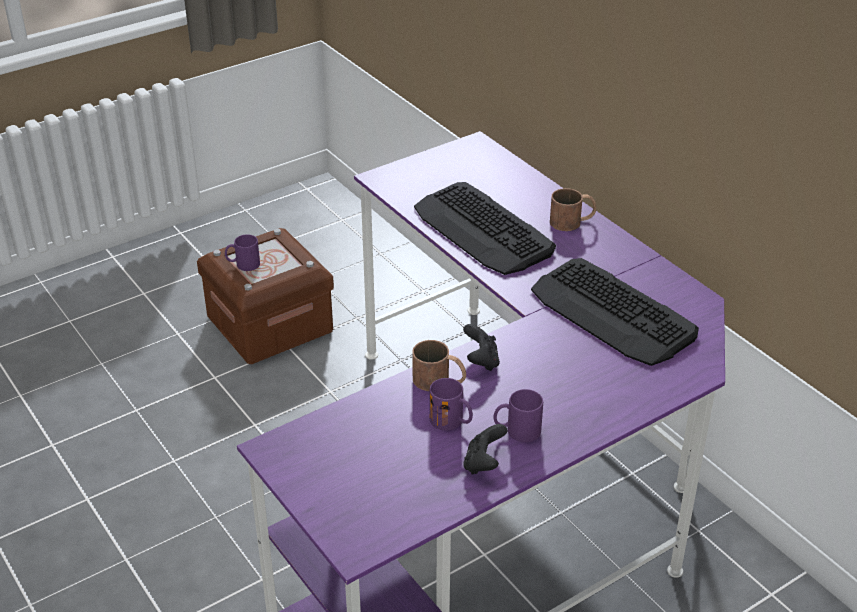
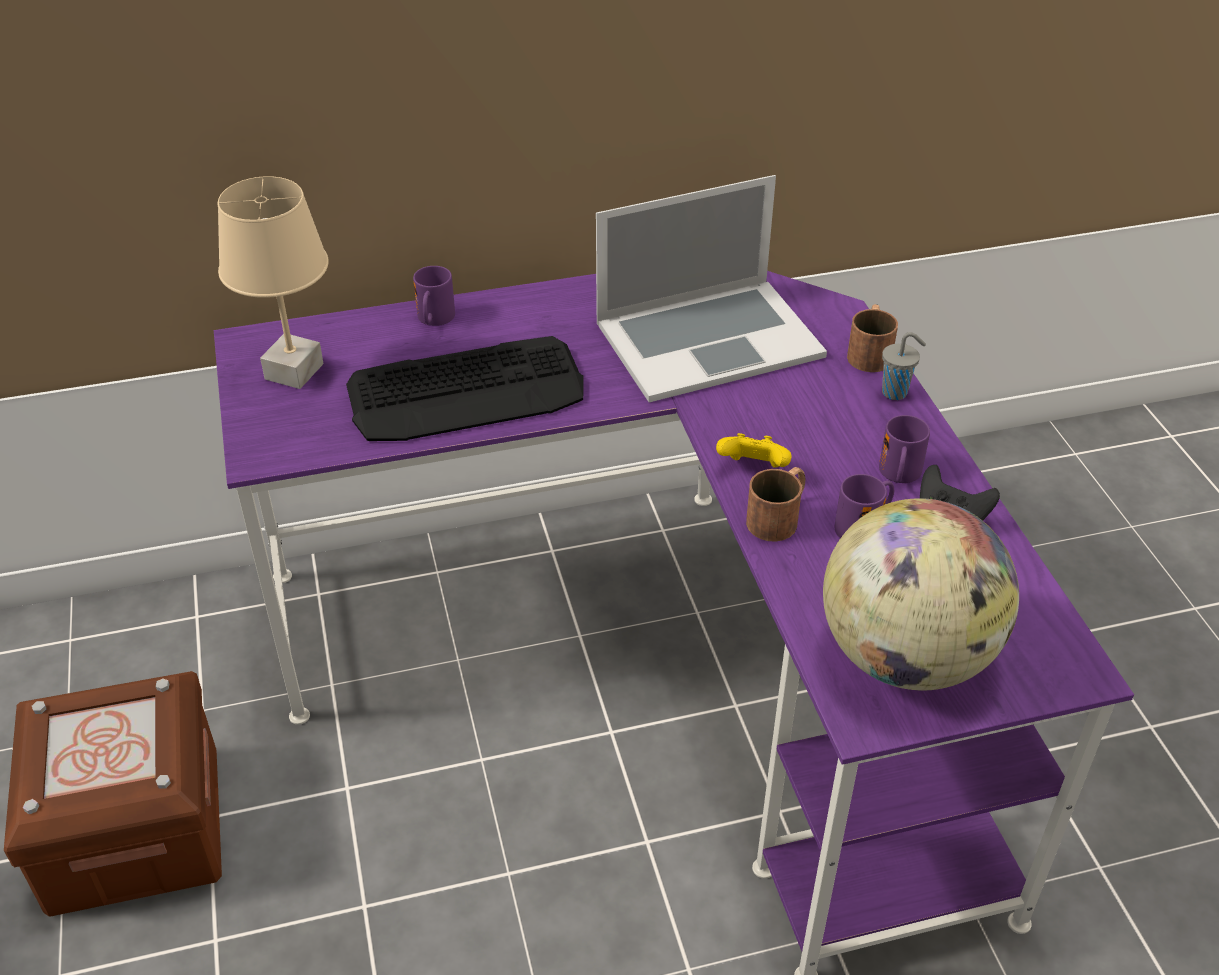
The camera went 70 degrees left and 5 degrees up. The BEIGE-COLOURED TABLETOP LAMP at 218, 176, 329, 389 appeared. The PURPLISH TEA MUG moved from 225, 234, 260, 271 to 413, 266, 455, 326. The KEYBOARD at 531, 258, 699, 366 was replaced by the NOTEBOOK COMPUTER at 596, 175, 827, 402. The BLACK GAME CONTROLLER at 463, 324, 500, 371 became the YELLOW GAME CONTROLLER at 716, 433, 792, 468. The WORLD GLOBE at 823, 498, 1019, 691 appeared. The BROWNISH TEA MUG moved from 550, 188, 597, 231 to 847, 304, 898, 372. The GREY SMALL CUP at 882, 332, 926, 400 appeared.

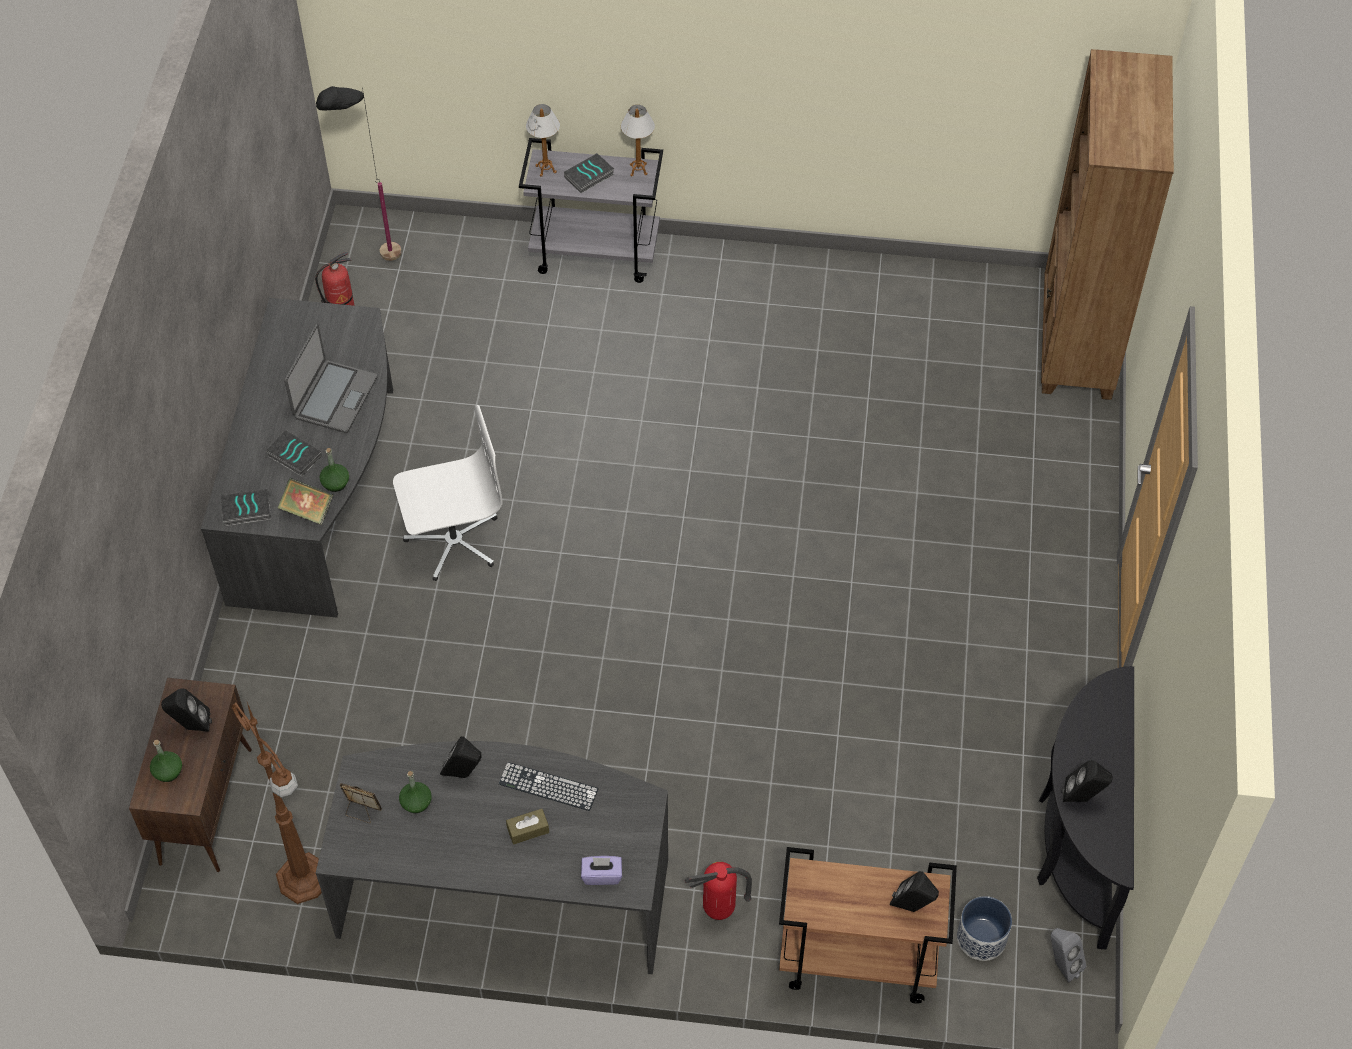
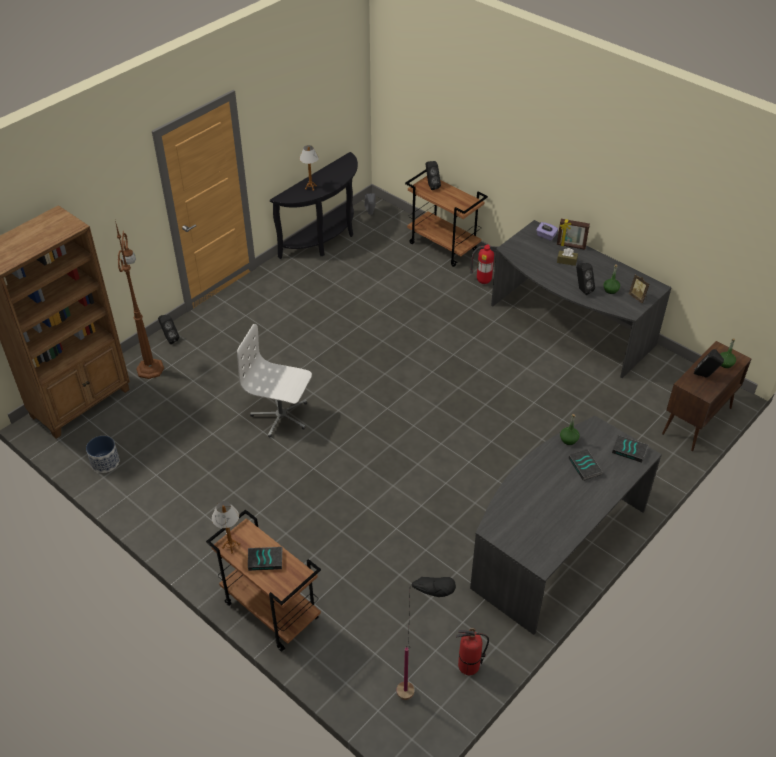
The camera went 145 degrees left and 10 degrees down. The PLANT POT moved from 957, 896, 1012, 961 to 86, 436, 119, 473. The BROWNISH FLOOR LAMP moved from 232, 702, 322, 904 to 115, 221, 164, 379. The BLACK AUDIO SPEAKER moved from 1062, 760, 1112, 802 to 158, 314, 179, 344. The GREY CART at 519, 138, 663, 283 became the BROWNISH CART at 206, 509, 321, 651. The WHITE DESK CHAIR moved from 393, 405, 503, 581 to 237, 324, 312, 438. The TABLETOP LAMP moved from 526, 104, 560, 177 to 299, 145, 319, 191. The PICTURE FRAME at 557, 219, 590, 250 appeared. The BOUND BOOK at 278, 478, 333, 525 disappeared. The NOTEBOOK COMPUTER at 284, 324, 377, 433 disappeared. The KEYBOARD at 499, 762, 598, 811 disappeared.

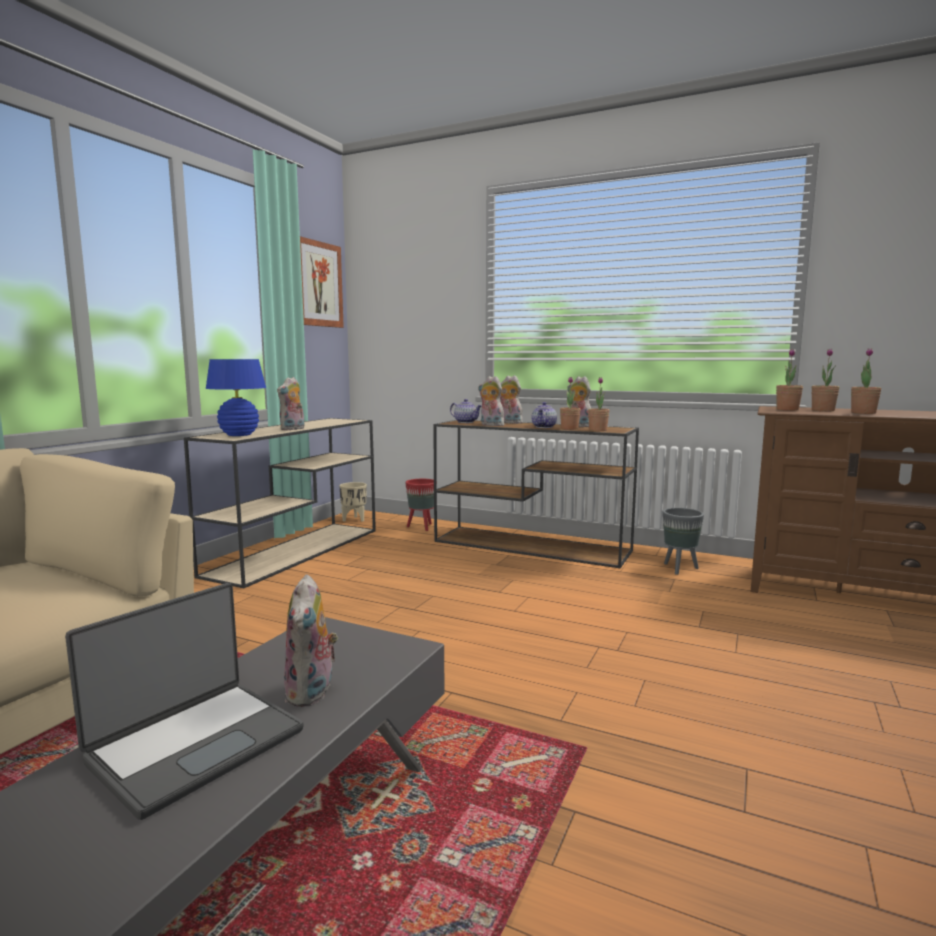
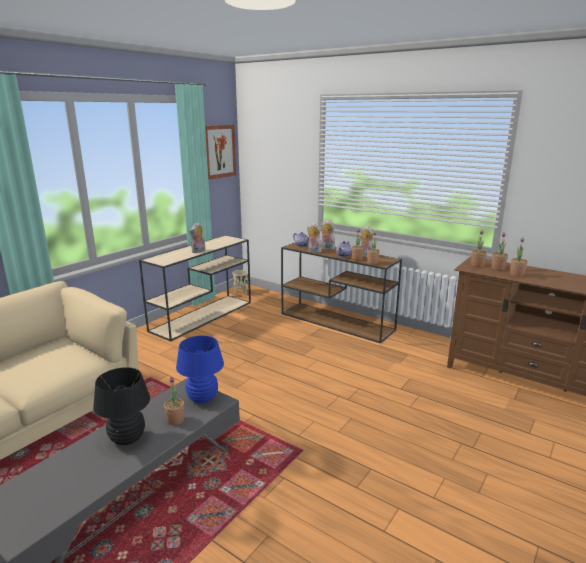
The camera went 10 degrees right and 10 degrees up. The NOTEBOOK COMPUTER at 65, 583, 304, 820 was replaced by the BLACK TABLETOP LAMP at 93, 367, 150, 445. The PLUSH TOY at 284, 574, 338, 707 was replaced by the PLANT IN A POT at 164, 377, 184, 425. The BLUE-COLOURED TABLETOP LAMP moved from 205, 359, 266, 436 to 176, 336, 224, 403. The RED PLANT POT at 405, 479, 434, 531 disappeared. The GREY PLANT POT at 663, 508, 704, 575 disappeared.

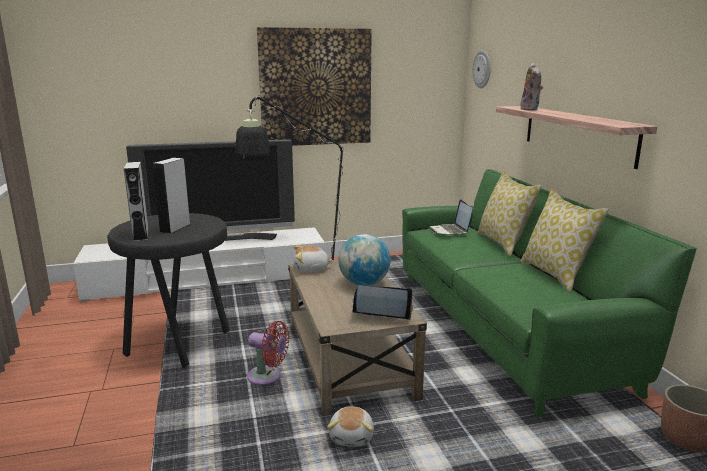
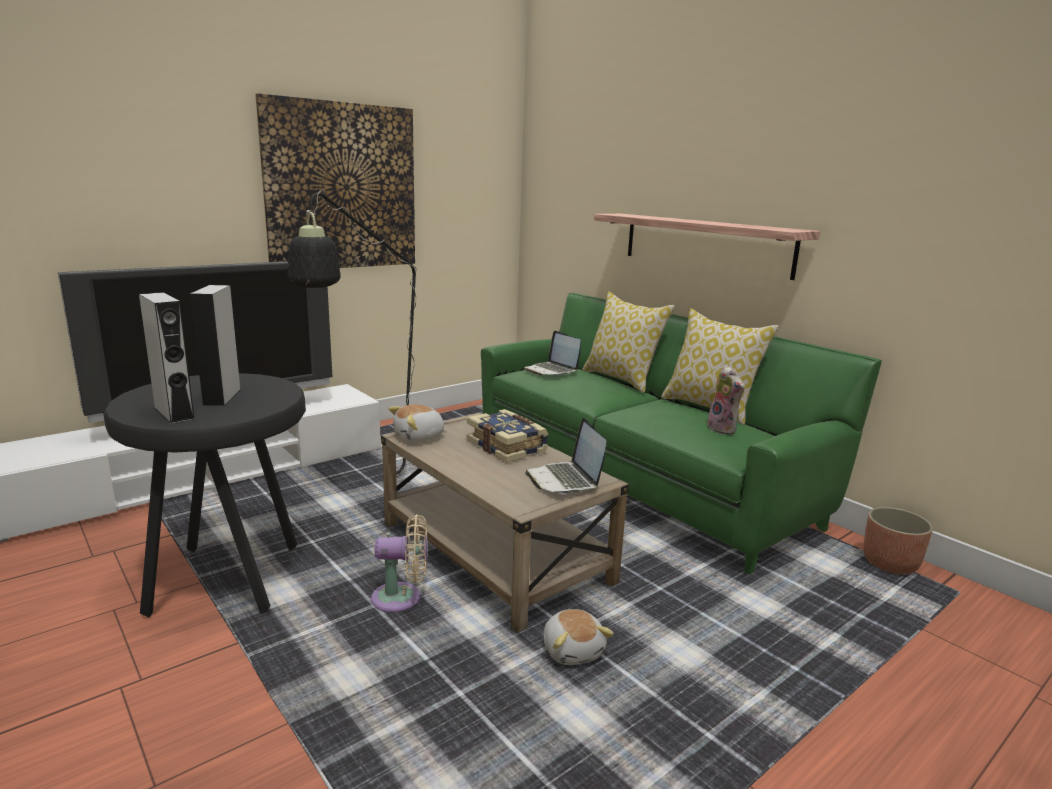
The camera went 25 degrees left and 0 degrees up. The RED COOLING FAN at 247, 321, 290, 385 became the BEIGE-COLOURED COOLING FAN at 371, 514, 427, 612. The WORLD GLOBE at 339, 234, 390, 286 was replaced by the BOUND BOOK at 467, 409, 548, 463. The NOTEBOOK COMPUTER at 352, 285, 413, 320 turned 90 degrees counterclockwise. The PLUSH TOY moved from 520, 62, 543, 111 to 707, 365, 745, 435. The CLOCK ON THE WALL at 473, 50, 491, 88 disappeared.

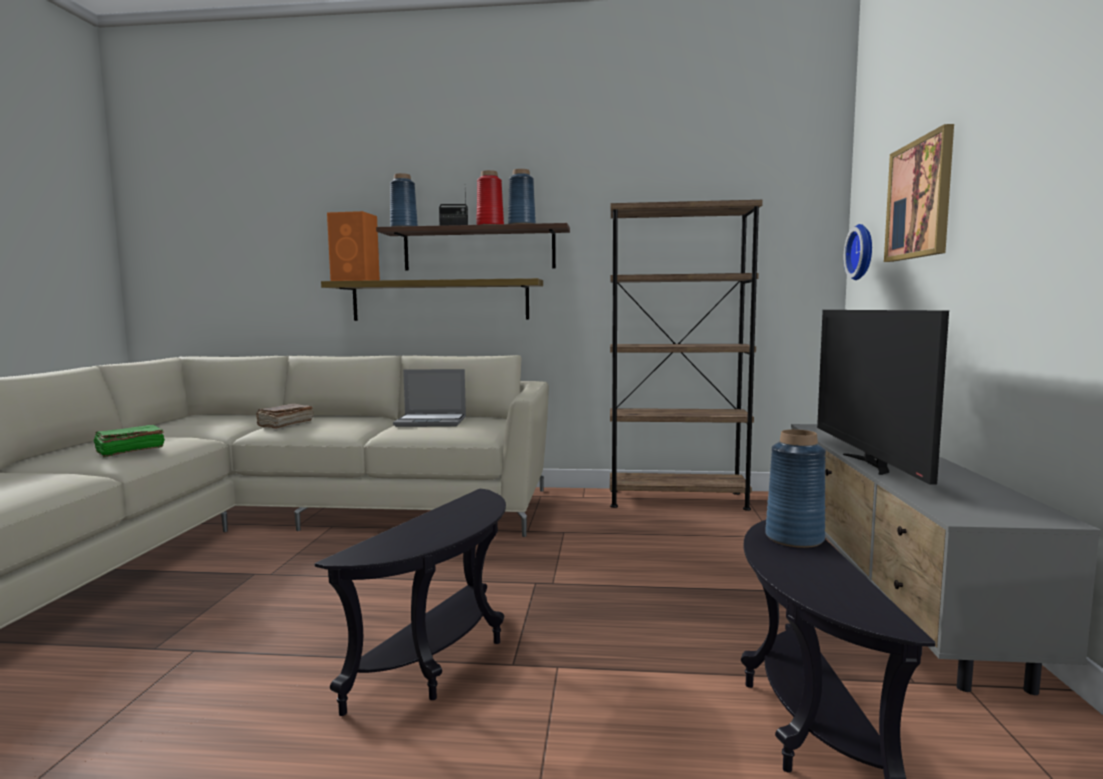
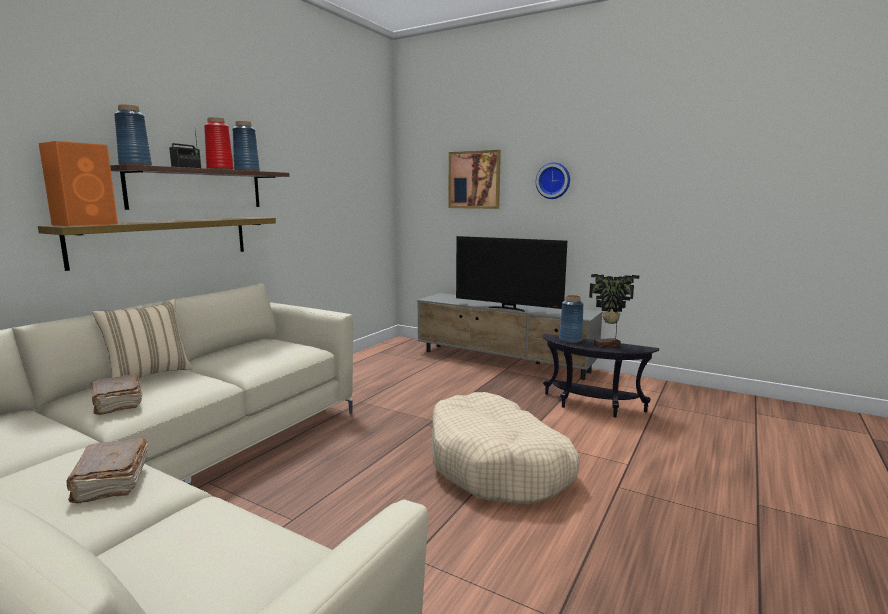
The camera went 65 degrees left and 5 degrees up. The GREENISH BOUND BOOK at 93, 425, 165, 457 became the BROWNISH BOUND BOOK at 66, 438, 148, 503. The BEIGE-COLOURED PILLOW at 92, 299, 194, 378 appeared. The BLACK SIDE TABLE at 314, 488, 506, 716 was replaced by the BEIGE-COLOURED DOG CUSHION at 431, 392, 580, 504. The CLOCK ON THE WALL moved from 844, 224, 872, 280 to 536, 162, 570, 199. The PLANT IN A POT at 589, 274, 639, 348 appeared. The NOTEBOOK COMPUTER at 393, 369, 466, 427 disappeared. The BROWNISH BOOKCASE at 610, 200, 763, 511 disappeared.

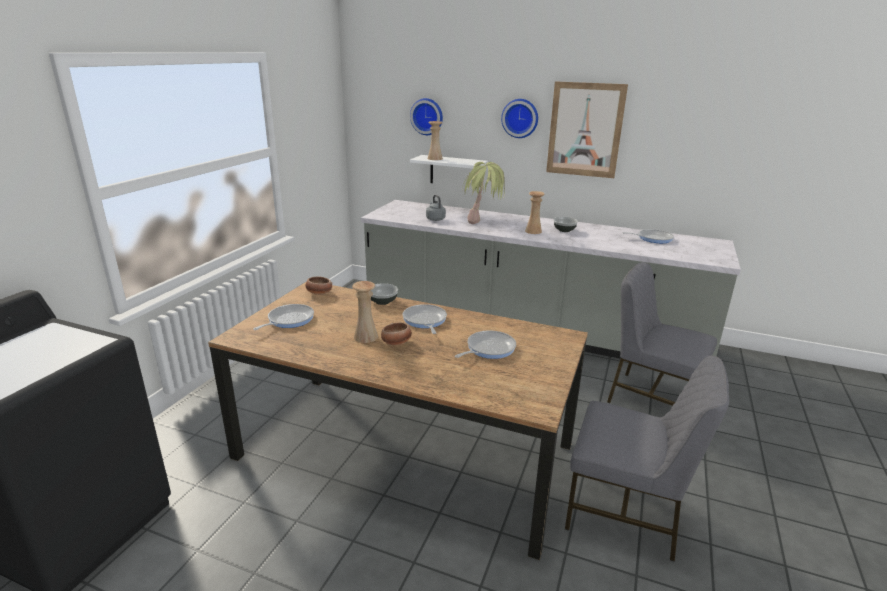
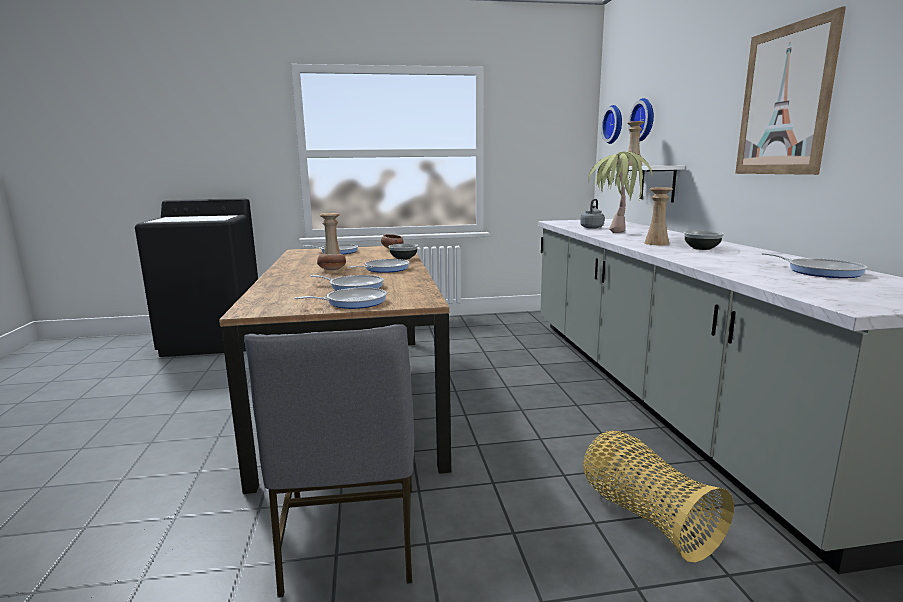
The camera went 60 degrees right and 10 degrees down. The PAN at 295, 287, 387, 309 appeared. The GREY PLAIN CHAIR at 607, 262, 717, 406 was replaced by the HOUSEHOLD BASKET at 583, 431, 734, 563. The CLOCK ON THE WALL moved from 501, 99, 538, 138 to 601, 105, 622, 144.

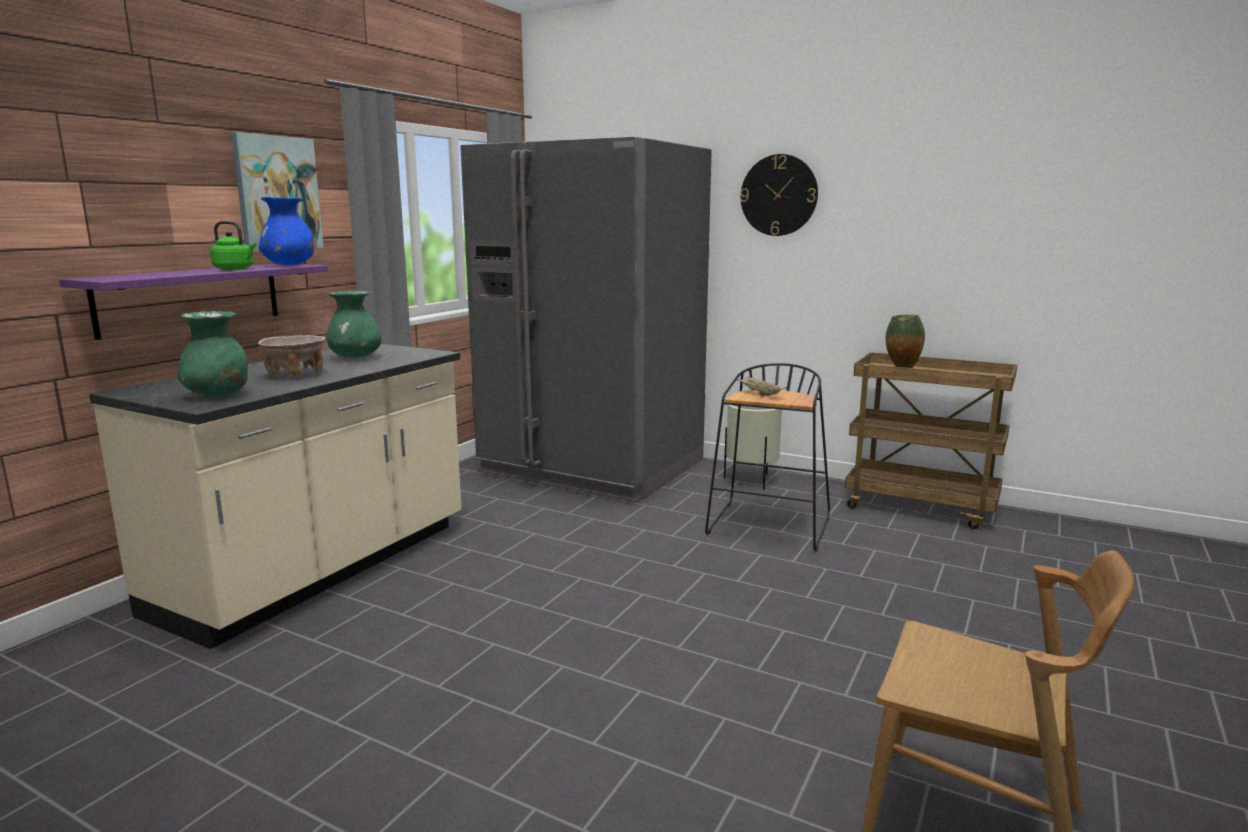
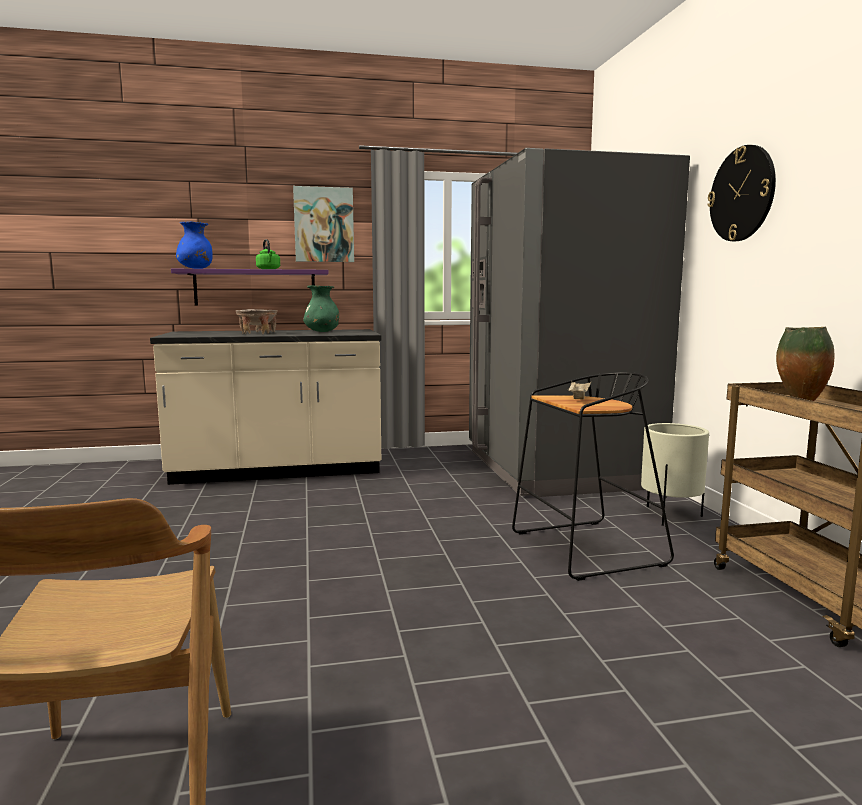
The camera went 50 degrees right and 5 degrees down. The BLUE-COLOURED VASE moved from 259, 197, 314, 265 to 176, 221, 213, 269. The GREENISH VASE at 177, 311, 248, 396 disappeared.

